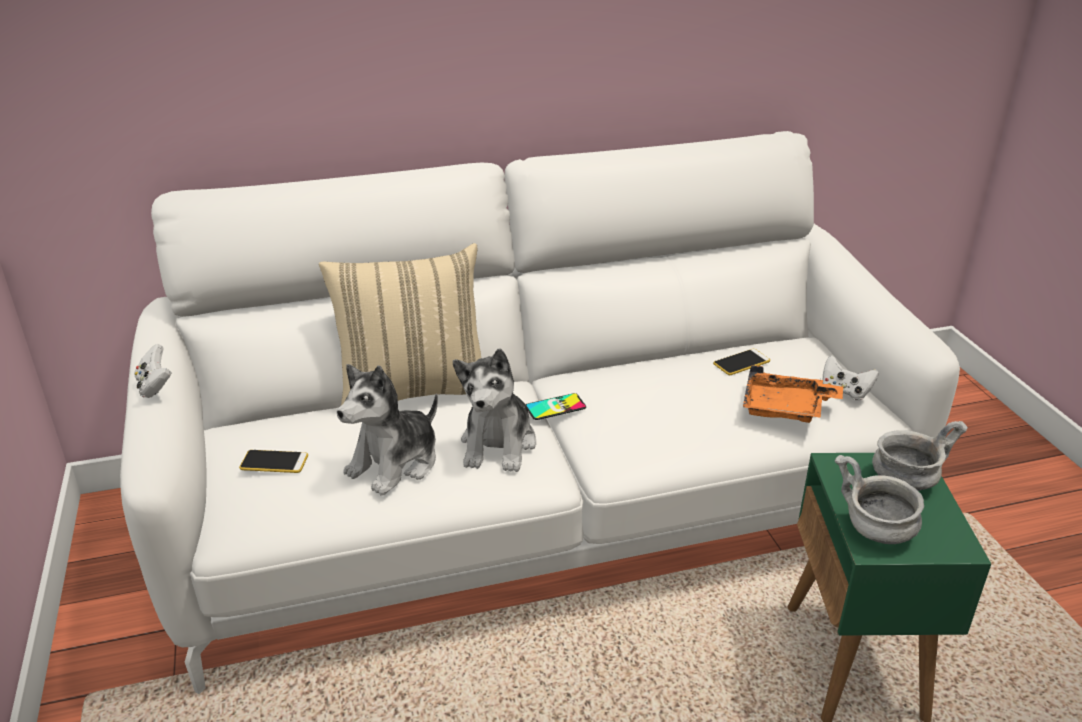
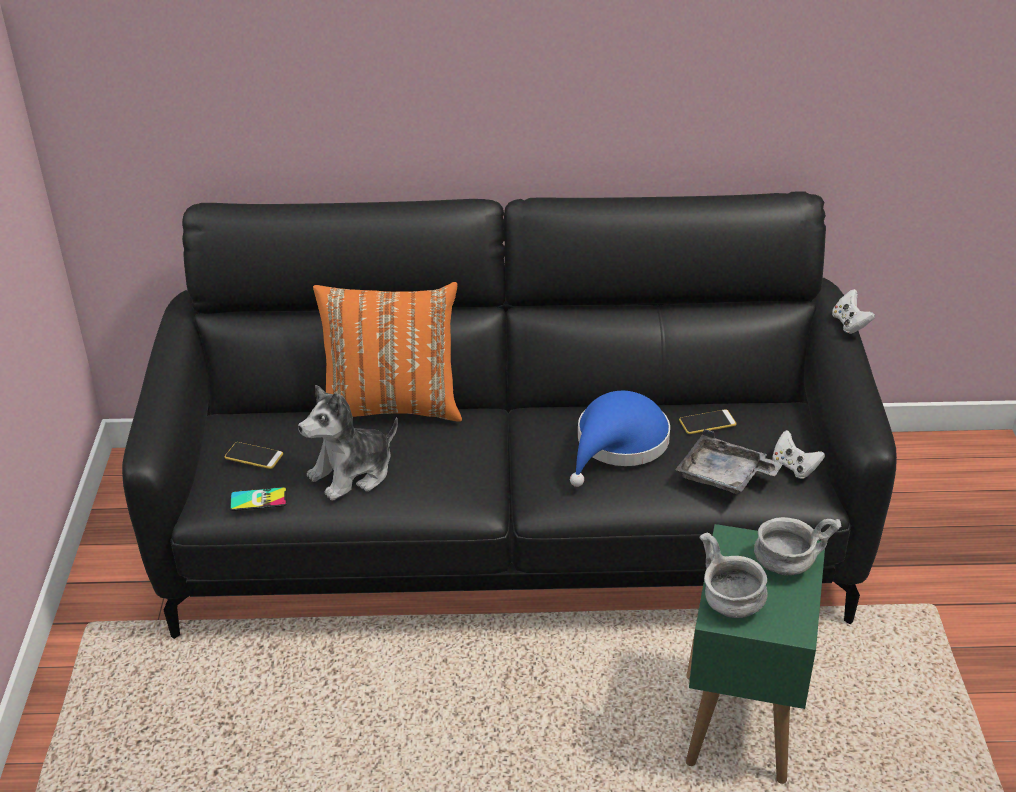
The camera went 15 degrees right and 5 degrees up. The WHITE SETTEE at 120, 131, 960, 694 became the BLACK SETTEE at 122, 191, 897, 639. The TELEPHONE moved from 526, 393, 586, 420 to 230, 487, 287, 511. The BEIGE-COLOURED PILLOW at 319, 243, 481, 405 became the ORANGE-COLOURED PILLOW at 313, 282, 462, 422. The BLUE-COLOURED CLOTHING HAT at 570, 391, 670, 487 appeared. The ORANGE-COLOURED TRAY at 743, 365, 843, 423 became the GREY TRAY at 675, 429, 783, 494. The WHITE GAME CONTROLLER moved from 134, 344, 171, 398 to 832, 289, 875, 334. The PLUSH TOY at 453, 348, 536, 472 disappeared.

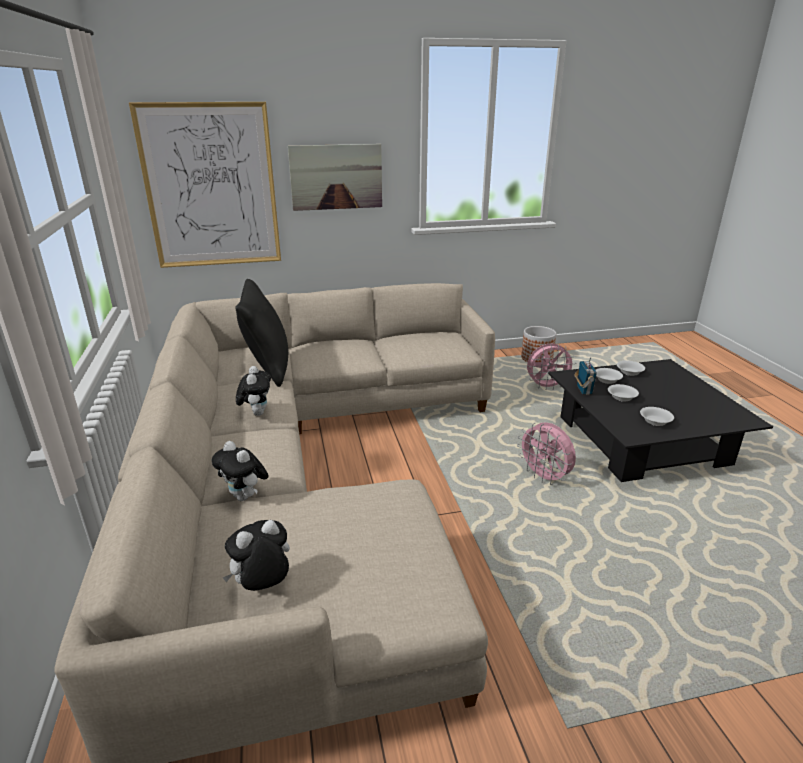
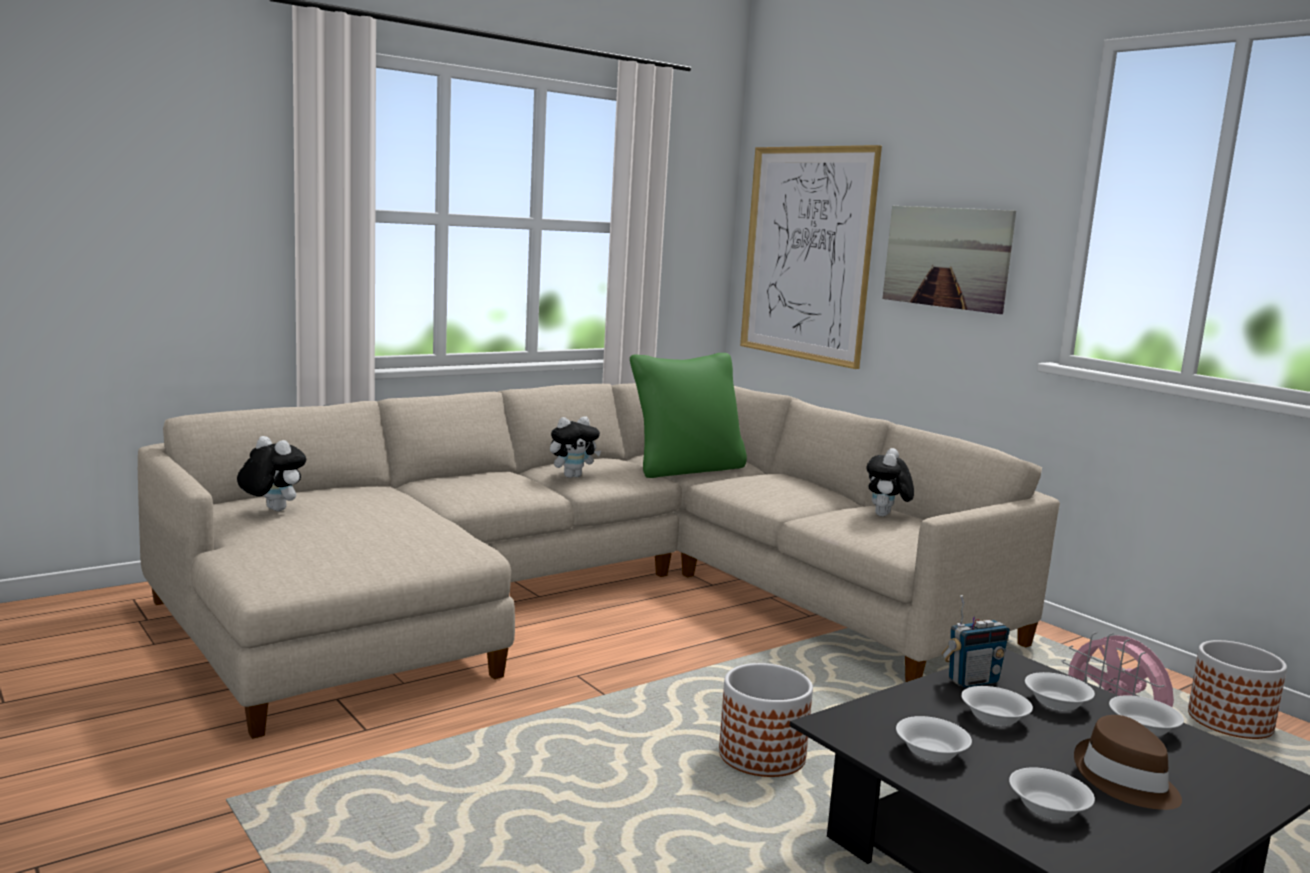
The camera went 65 degrees right and 15 degrees down. The BLACK PILLOW at 235, 279, 288, 387 became the GREENISH PILLOW at 630, 353, 747, 478. The PINK COOLING FAN at 517, 422, 576, 485 was replaced by the PLANT POT at 719, 663, 813, 777. The PLUSH TOY moved from 212, 441, 269, 501 to 867, 448, 914, 516. The WHITE DEEP DISH at 1009, 767, 1095, 820 appeared. The BROWNISH CLOTHING HAT at 1074, 715, 1182, 810 appeared.

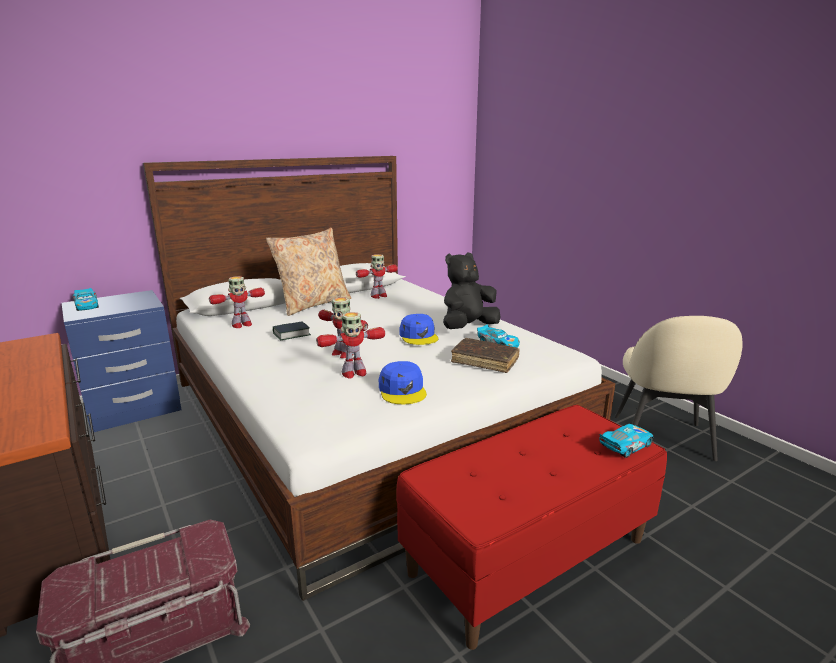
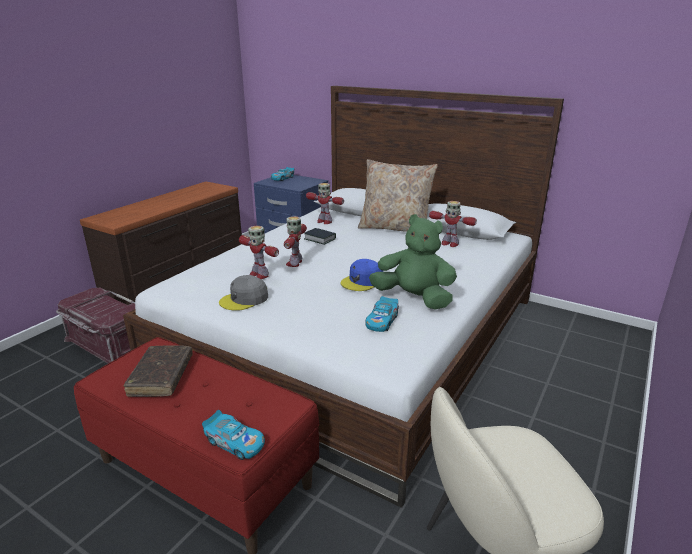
The camera went 65 degrees right and 5 degrees up. The BROWNISH BOUND BOOK moved from 451, 338, 520, 373 to 124, 345, 193, 397. The BLUE-COLOURED PEAKED CAP at 379, 361, 427, 404 became the GREY PEAKED CAP at 219, 275, 268, 311. The BLACK PLUSH TOY at 443, 253, 501, 329 became the GREENISH PLUSH TOY at 369, 214, 457, 309.

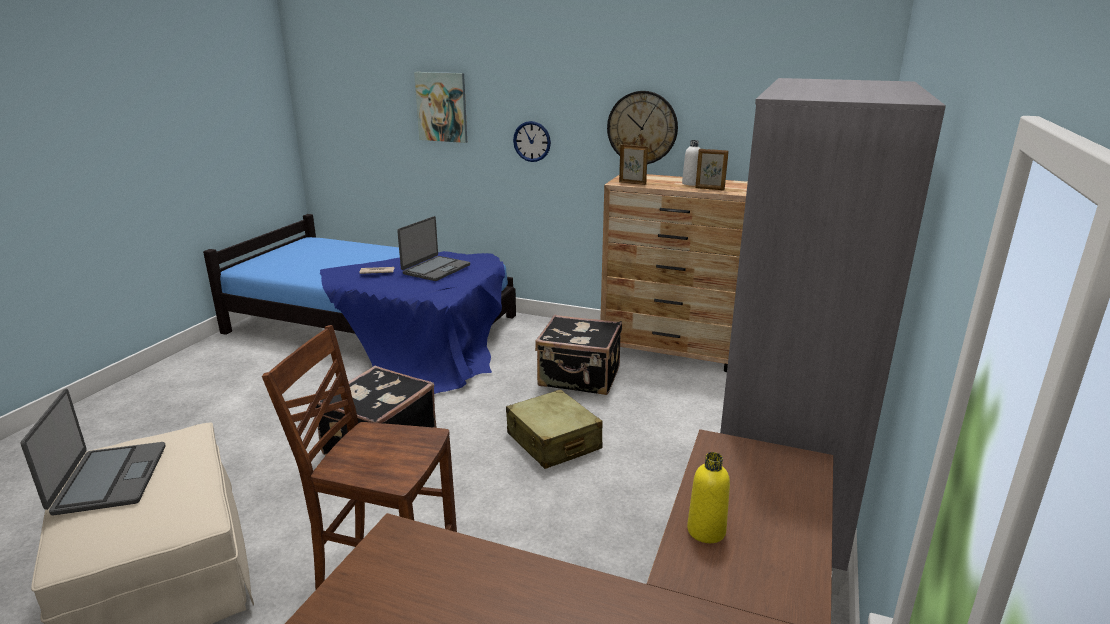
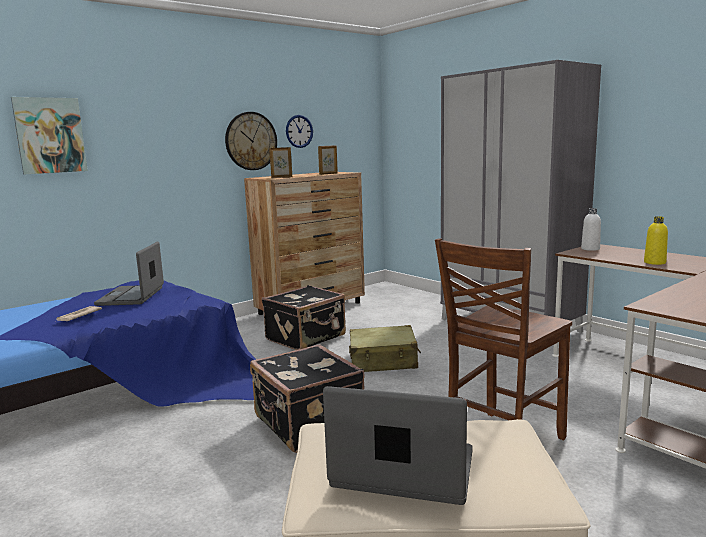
The camera went 60 degrees left and 10 degrees down. The NOTEBOOK COMPUTER at 397, 216, 470, 281 turned 150 degrees counterclockwise. The CLOCK ON THE WALL moved from 513, 121, 551, 162 to 286, 115, 313, 148. The WHITE BOTTLE moved from 682, 140, 700, 185 to 581, 208, 601, 251.

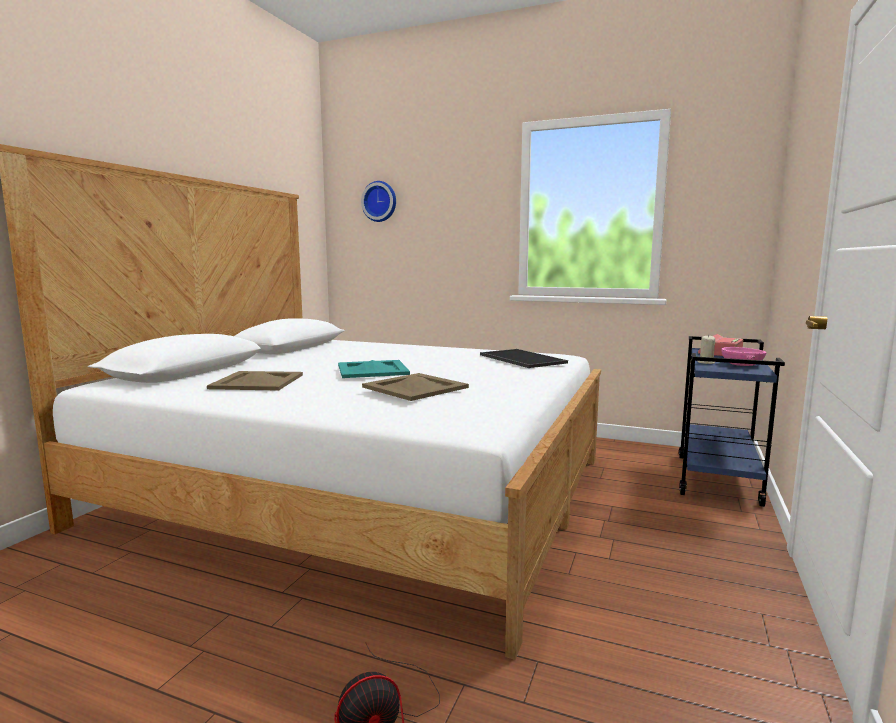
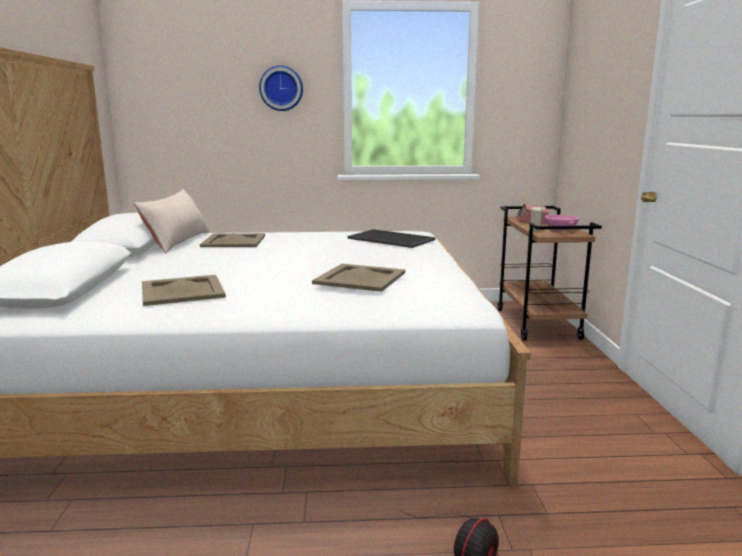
The camera went 25 degrees left and 5 degrees up. The BEIGE-COLOURED PILLOW at 134, 189, 209, 254 appeared. The BEIGE-COLOURED TRAY at 200, 233, 265, 247 appeared. The CLOCK ON THE WALL moved from 361, 181, 396, 222 to 259, 65, 303, 111. The BLUE-COLOURED CART at 679, 336, 785, 507 became the BROWNISH CART at 497, 206, 602, 341. The BLUE-GREEN TRAY at 338, 360, 410, 378 disappeared.

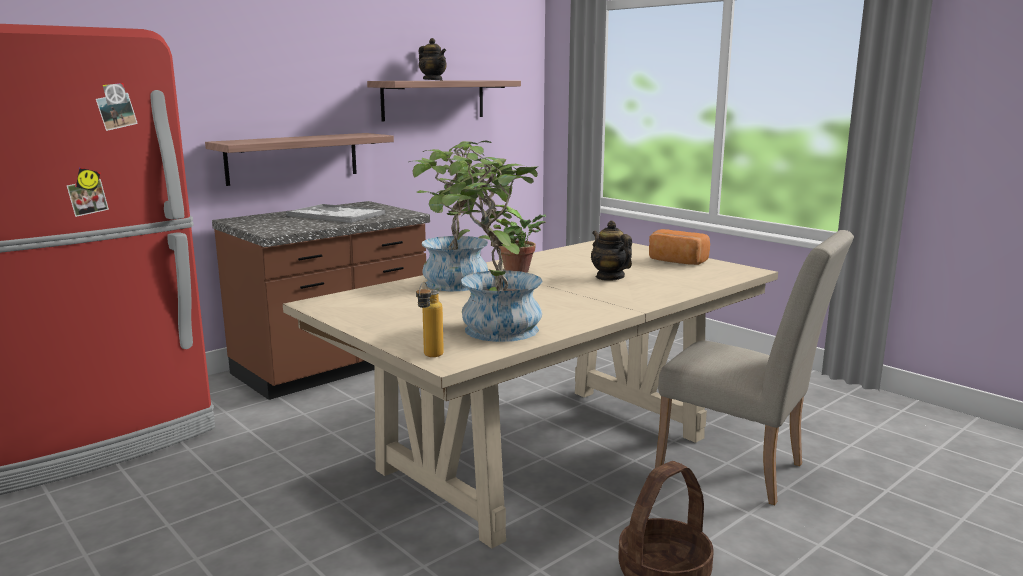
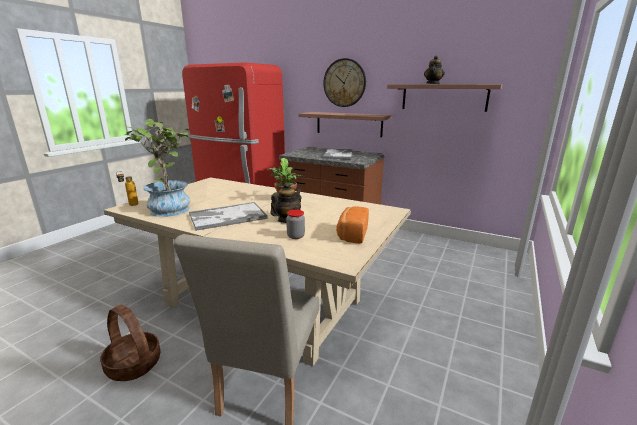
The camera went 70 degrees right and 5 degrees up. The TRAY at 189, 202, 268, 231 appeared. The STORAGE JAR at 286, 210, 305, 239 appeared. The CLOCK ON THE WALL at 323, 58, 366, 107 appeared. The PLANT IN A POT at 409, 141, 517, 291 disappeared.

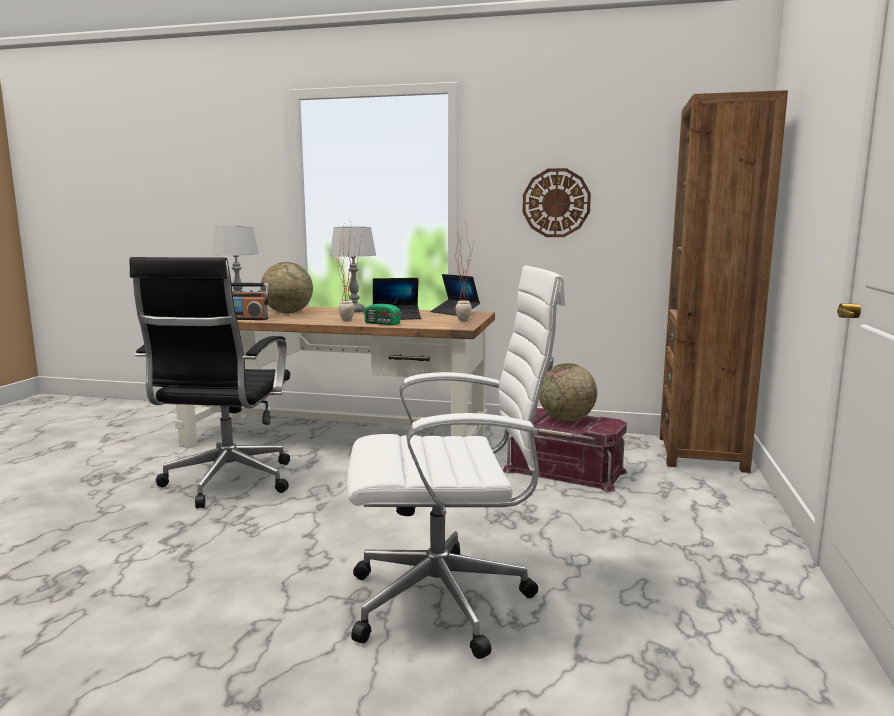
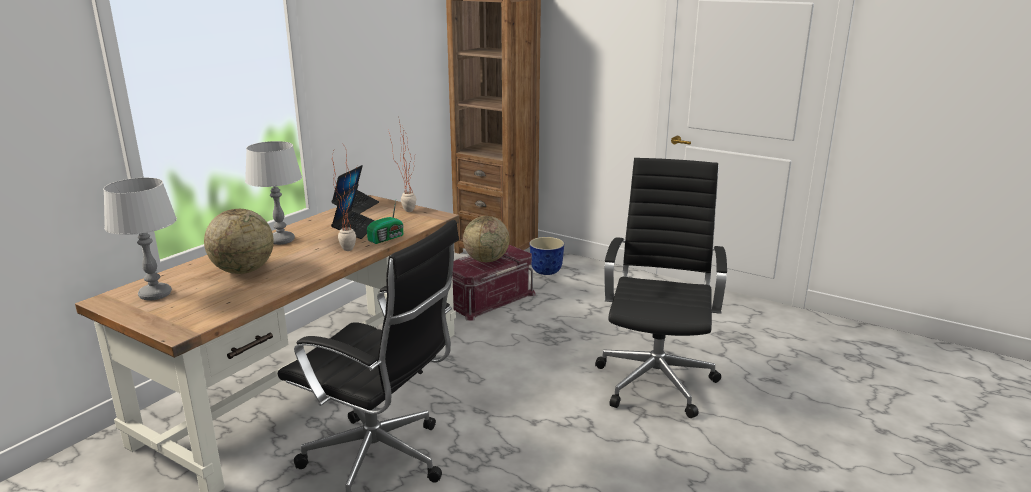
The camera went 70 degrees left and 10 degrees up. The NOTEBOOK COMPUTER at 430, 274, 480, 316 turned 45 degrees counterclockwise. The PLANT POT at 529, 237, 564, 275 appeared. The WHITE DESK CHAIR at 347, 266, 565, 659 became the BLACK DESK CHAIR at 595, 158, 727, 418. The RADIO at 231, 283, 269, 320 disappeared. The CLOCK ON THE WALL at 522, 168, 591, 237 disappeared.

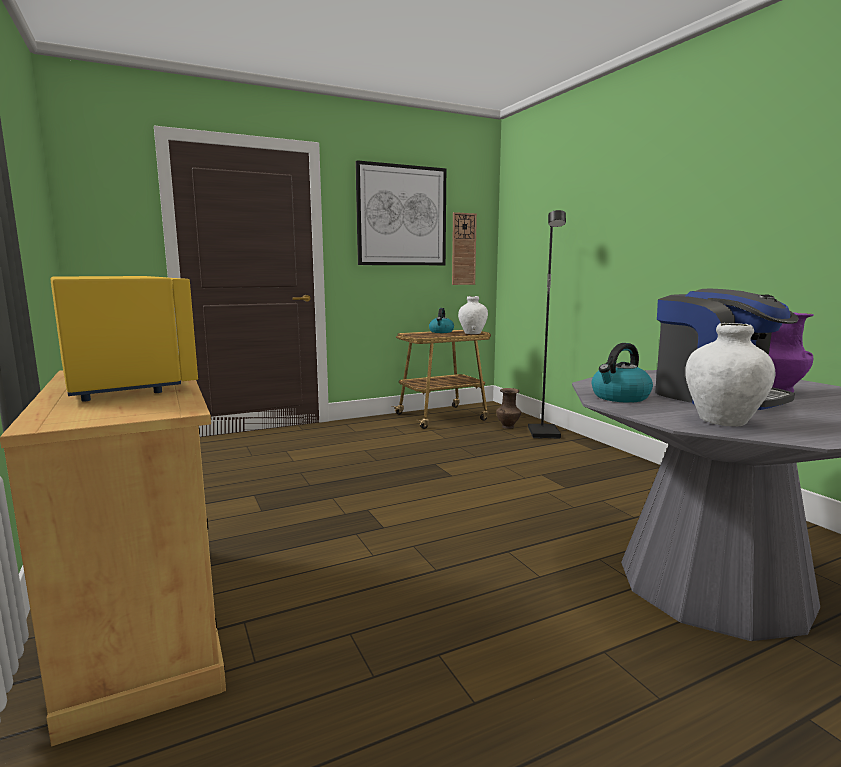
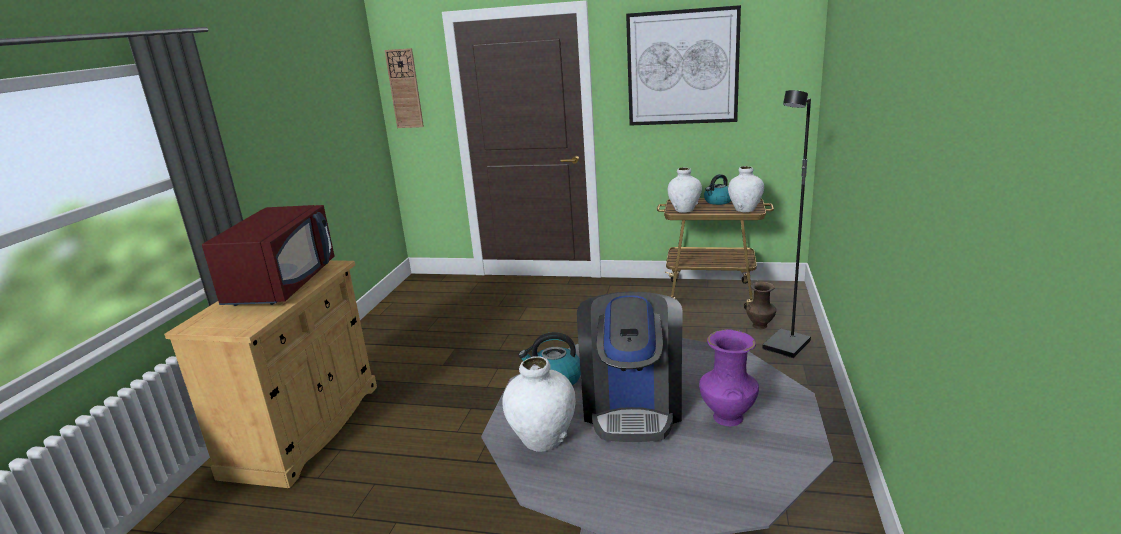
The camera went 40 degrees right and 10 degrees up. The YELLOW MICROWAVE at 50, 276, 198, 402 became the RED MICROWAVE at 202, 205, 335, 306. The CLOCK ON THE WALL moved from 452, 212, 477, 285 to 384, 48, 424, 128. The WHITE VASE at 668, 167, 702, 213 appeared.

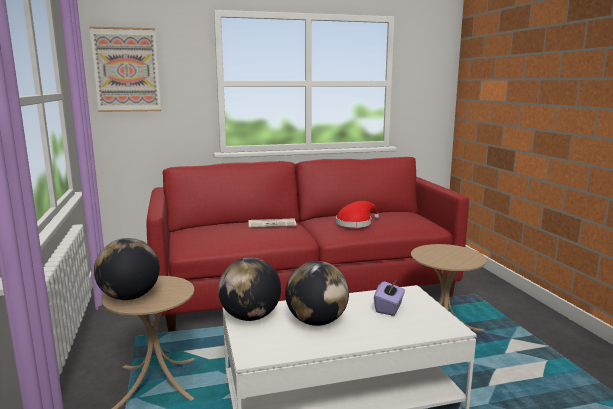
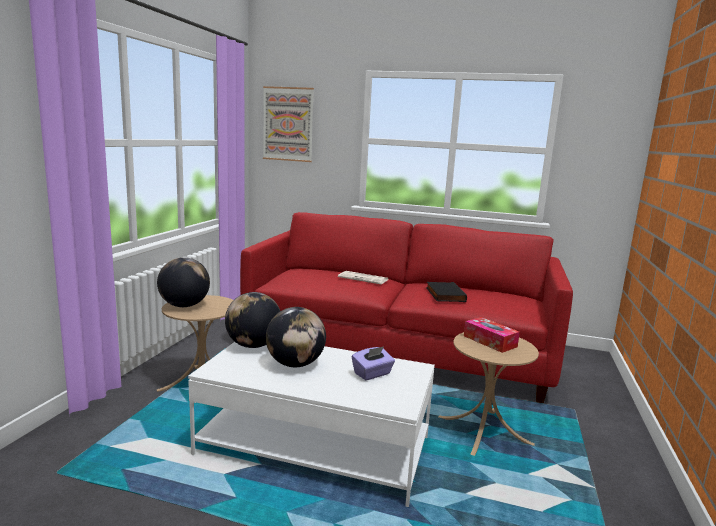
The camera went 30 degrees right and 0 degrees up. The RED CLOTHING HAT at 336, 201, 379, 228 was replaced by the BLACK BOUND BOOK at 426, 282, 467, 302. The BOX OF TISSUES at 464, 317, 520, 353 appeared.

